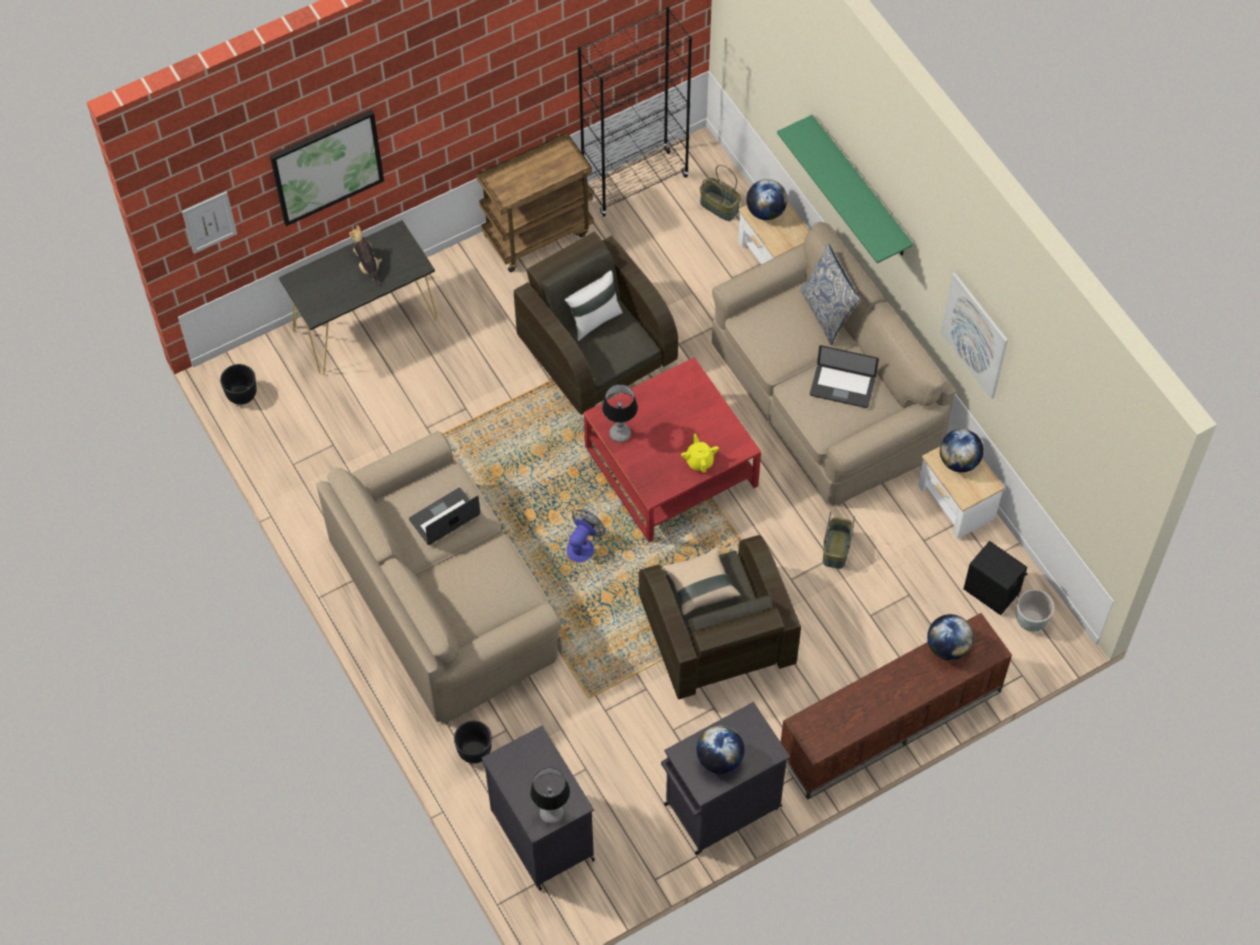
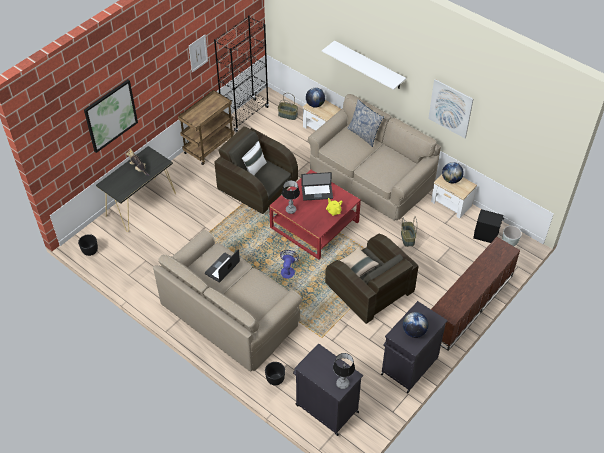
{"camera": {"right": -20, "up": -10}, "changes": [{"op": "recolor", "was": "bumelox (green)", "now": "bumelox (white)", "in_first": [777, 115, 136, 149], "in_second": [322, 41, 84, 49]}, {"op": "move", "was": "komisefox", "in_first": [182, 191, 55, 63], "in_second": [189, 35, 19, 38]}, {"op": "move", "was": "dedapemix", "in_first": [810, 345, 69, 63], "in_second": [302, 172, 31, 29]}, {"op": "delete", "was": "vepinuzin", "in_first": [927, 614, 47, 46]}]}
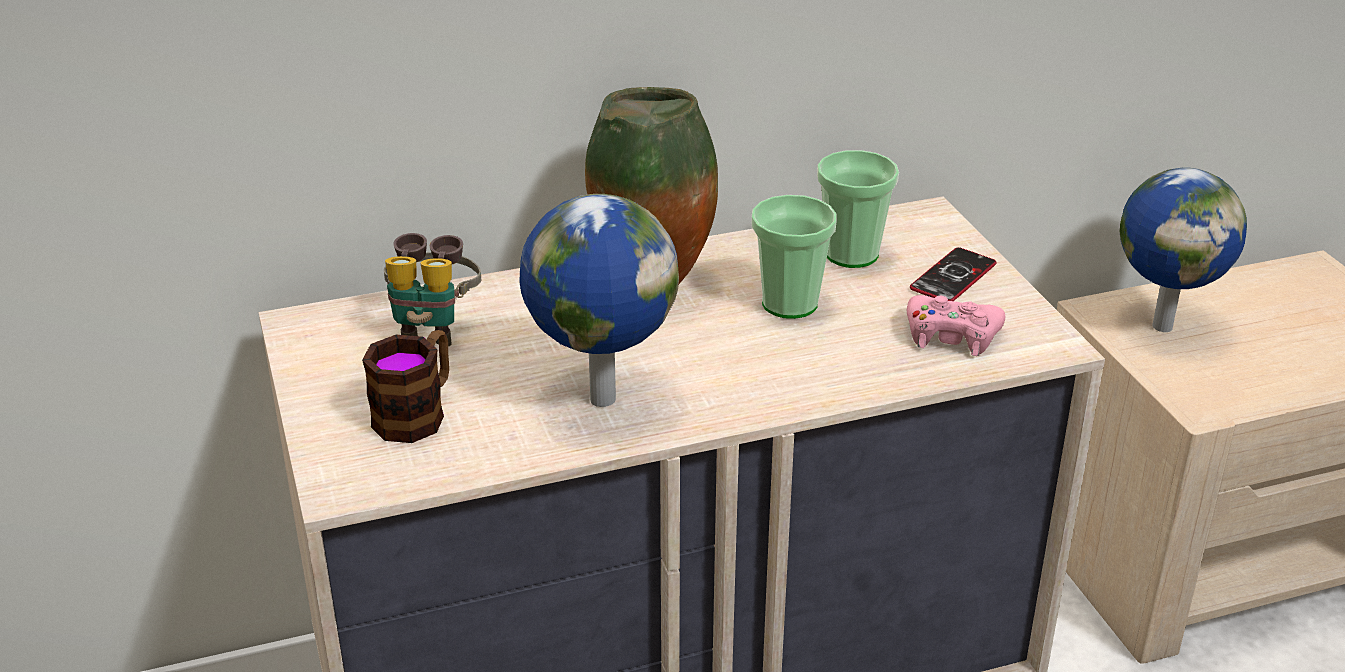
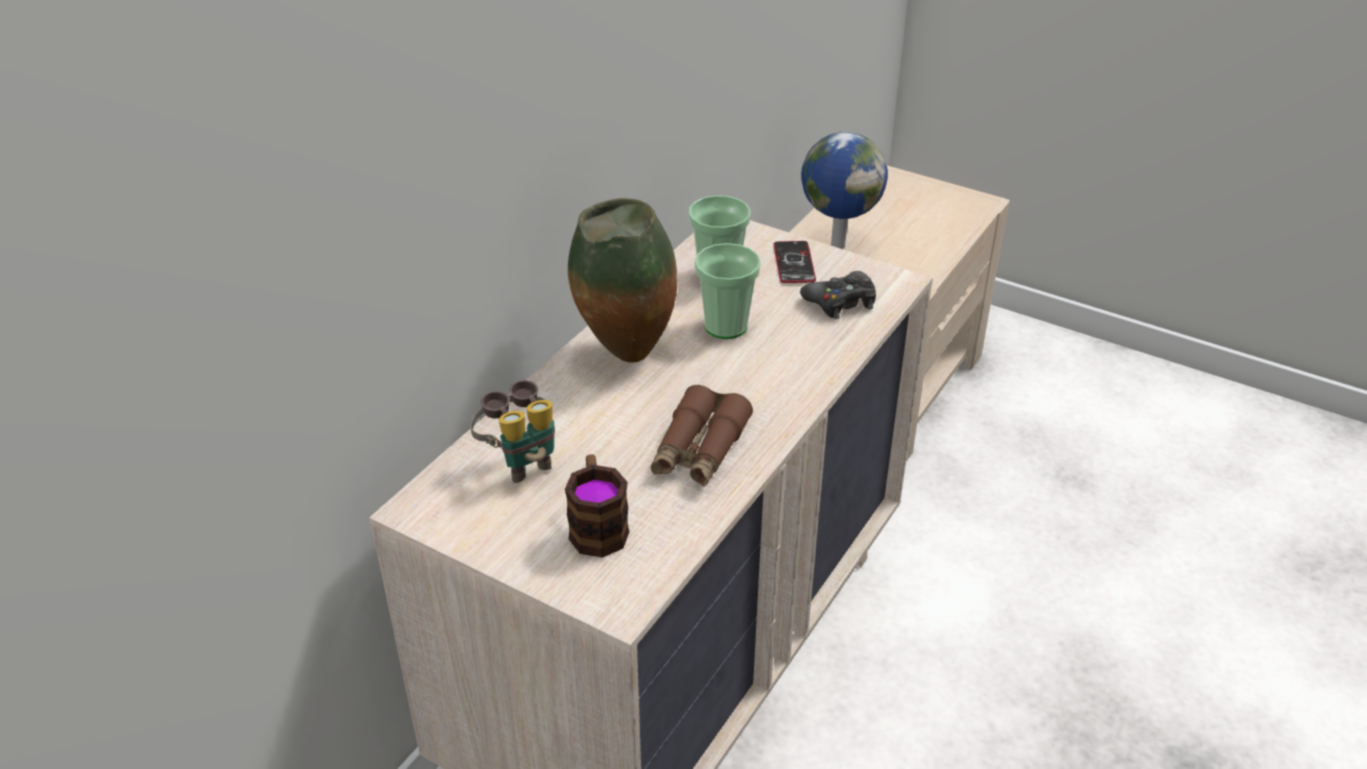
{"camera": {"right": -40, "up": 5}, "changes": [{"op": "replace", "was": "vepinuzin", "now": "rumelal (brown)", "in_first": [519, 194, 160, 213], "in_second": [651, 385, 102, 102]}, {"op": "recolor", "was": "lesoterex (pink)", "now": "lesoterex (black)", "in_first": [907, 295, 98, 61], "in_second": [800, 271, 76, 48]}]}
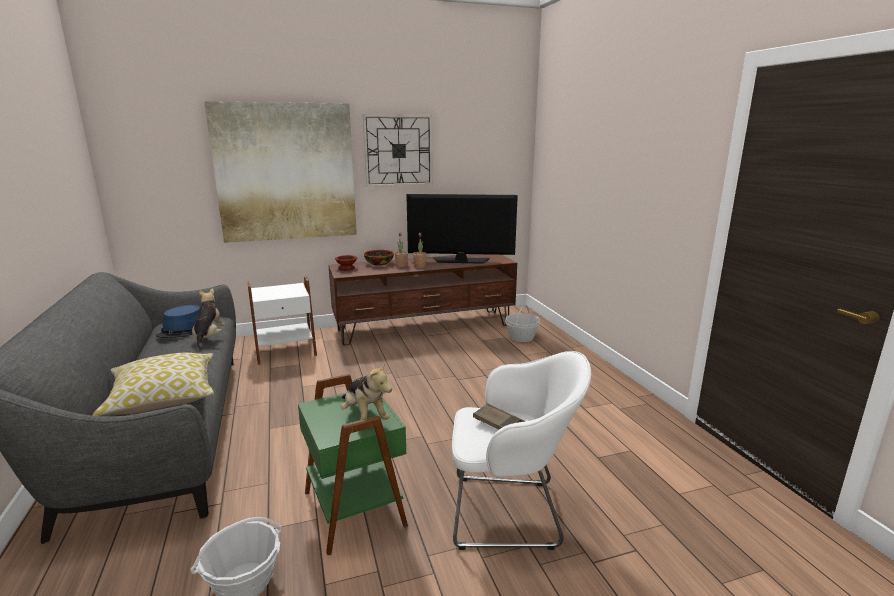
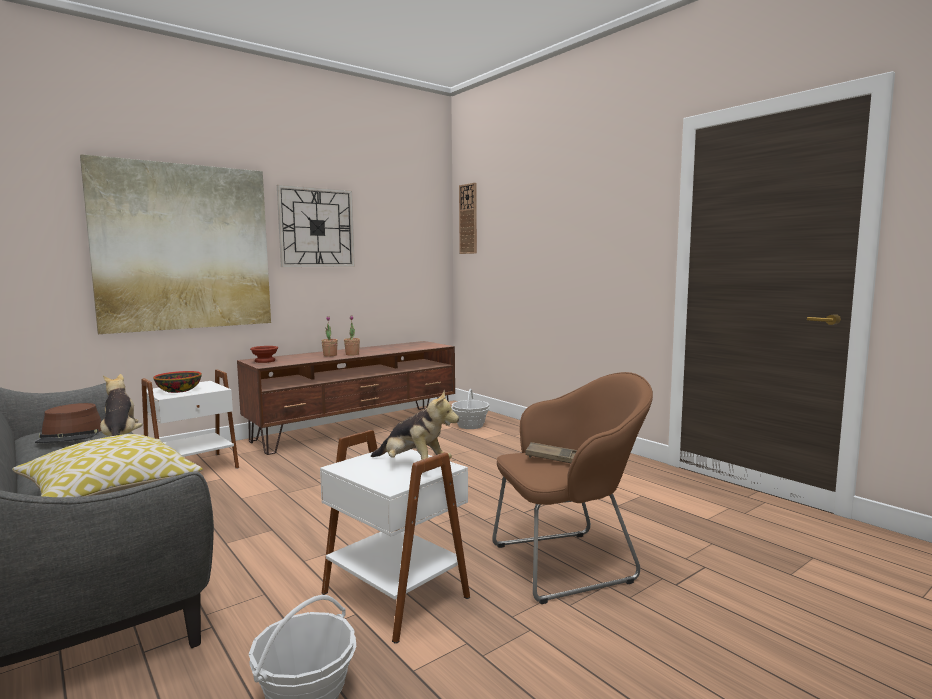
{"camera": {"right": -20, "up": -10}, "changes": [{"op": "delete", "was": "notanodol", "in_first": [406, 194, 112, 70]}, {"op": "move", "was": "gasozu", "in_first": [364, 250, 30, 16], "in_second": [153, 371, 49, 22]}, {"op": "recolor", "was": "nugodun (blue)", "now": "nugodun (brown)", "in_first": [156, 305, 44, 33], "in_second": [35, 403, 66, 40]}, {"op": "recolor", "was": "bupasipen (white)", "now": "bupasipen (brown)", "in_first": [452, 351, 139, 199], "in_second": [492, 372, 161, 232]}, {"op": "recolor", "was": "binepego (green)", "now": "binepego (white)", "in_first": [298, 374, 110, 181], "in_second": [320, 430, 150, 214]}, {"op": "insert", "now": "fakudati", "in_second": [459, 183, 18, 71]}]}
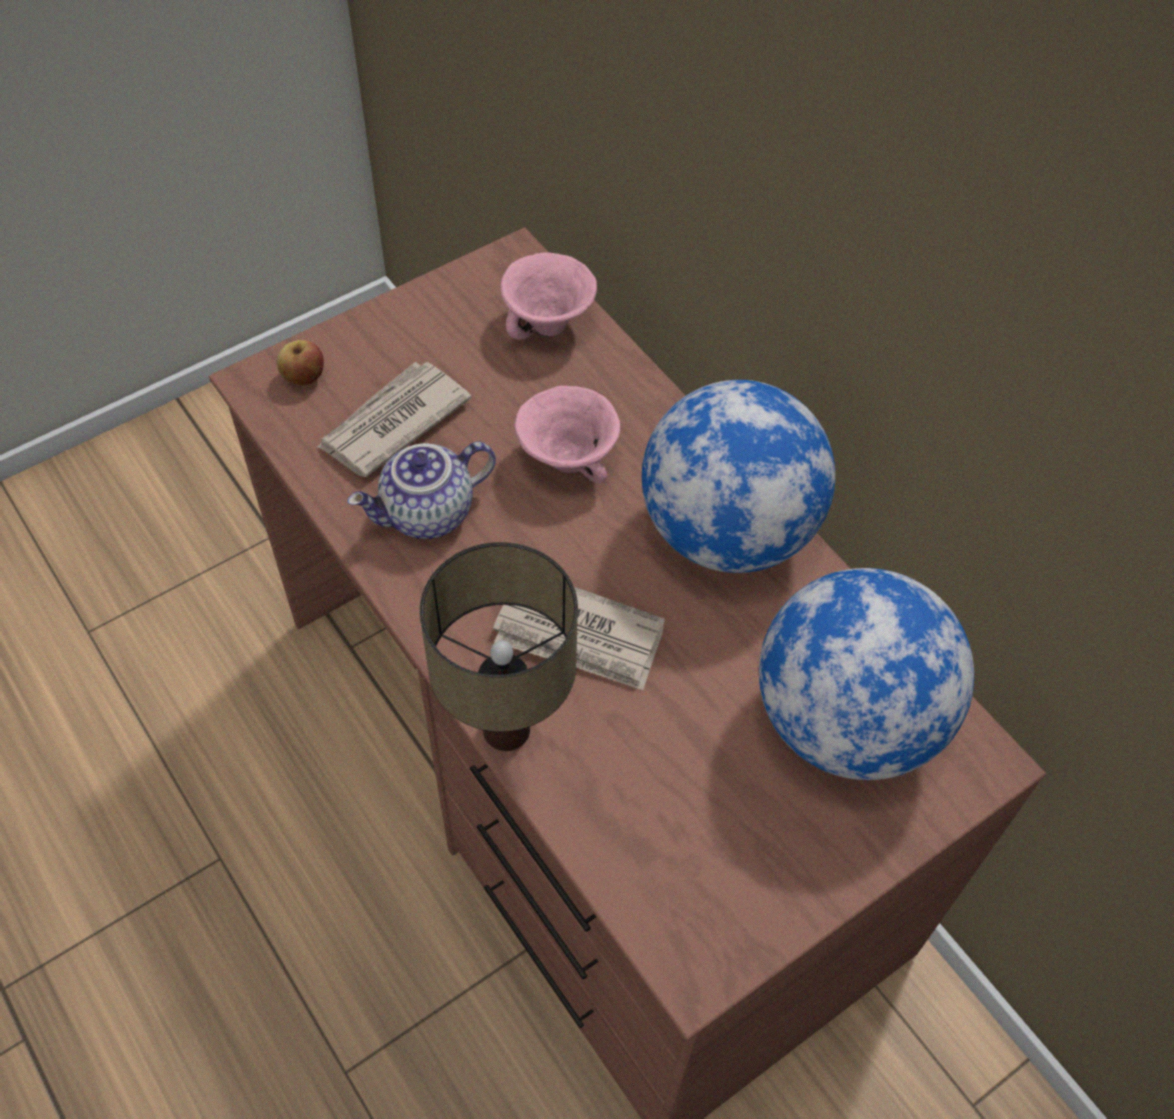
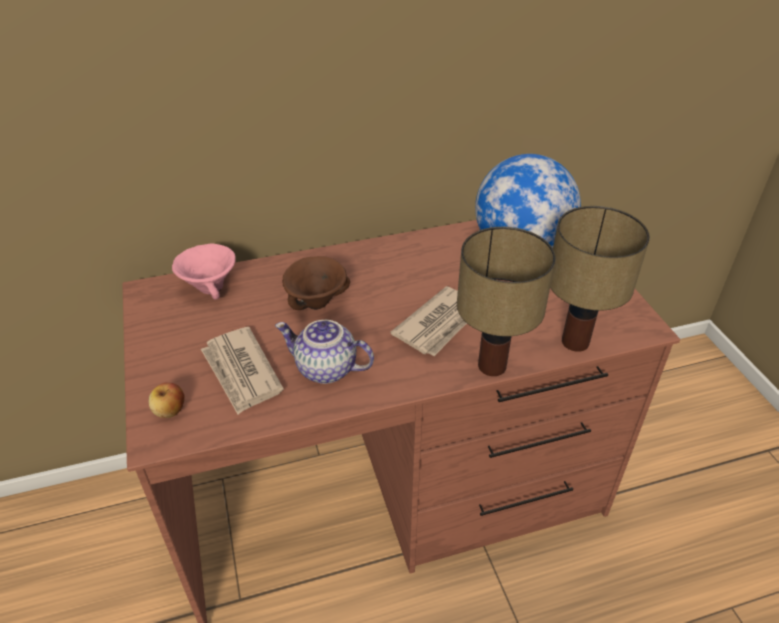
{"camera": {"right": -70, "up": -15}, "changes": [{"op": "delete", "was": "vepinuzin", "in_first": [642, 380, 193, 193]}, {"op": "recolor", "was": "gasozu (pink)", "now": "gasozu (brown)", "in_first": [514, 386, 106, 98], "in_second": [283, 256, 67, 54]}, {"op": "rotate", "was": "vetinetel", "in_first": [347, 442, 149, 97], "in_second": [275, 320, 99, 64], "clockwise": 120}, {"op": "insert", "now": "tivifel", "in_second": [550, 206, 100, 146]}]}
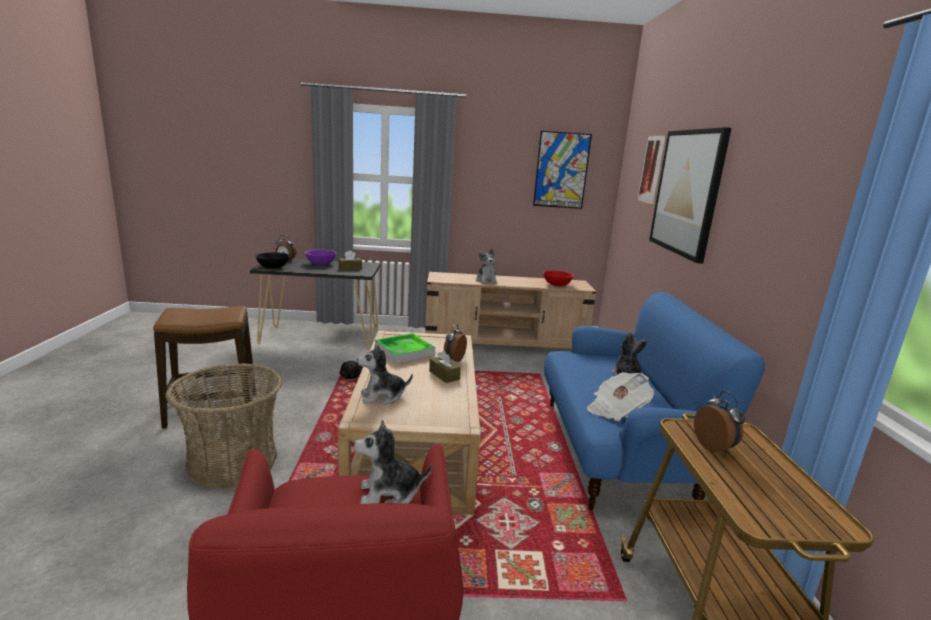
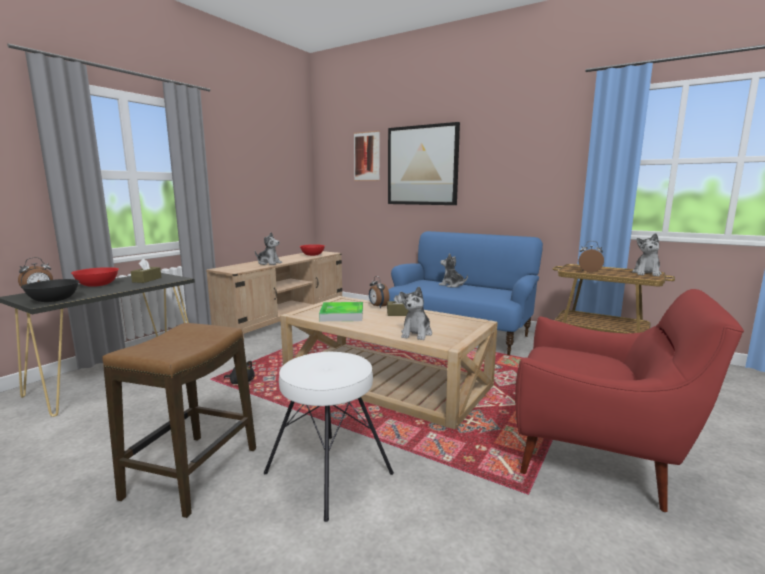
{"camera": {"right": -55, "up": -5}, "changes": [{"op": "delete", "was": "komisefox", "in_first": [533, 131, 59, 78]}, {"op": "recolor", "was": "gasozu (purple)", "now": "gasozu (red)", "in_first": [305, 250, 32, 15], "in_second": [71, 267, 48, 20]}, {"op": "replace", "was": "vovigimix", "now": "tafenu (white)", "in_first": [165, 363, 117, 125], "in_second": [264, 352, 130, 170]}, {"op": "delete", "was": "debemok", "in_first": [587, 372, 67, 49]}, {"op": "move", "was": "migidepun", "in_first": [354, 420, 78, 84], "in_second": [632, 233, 30, 44]}]}
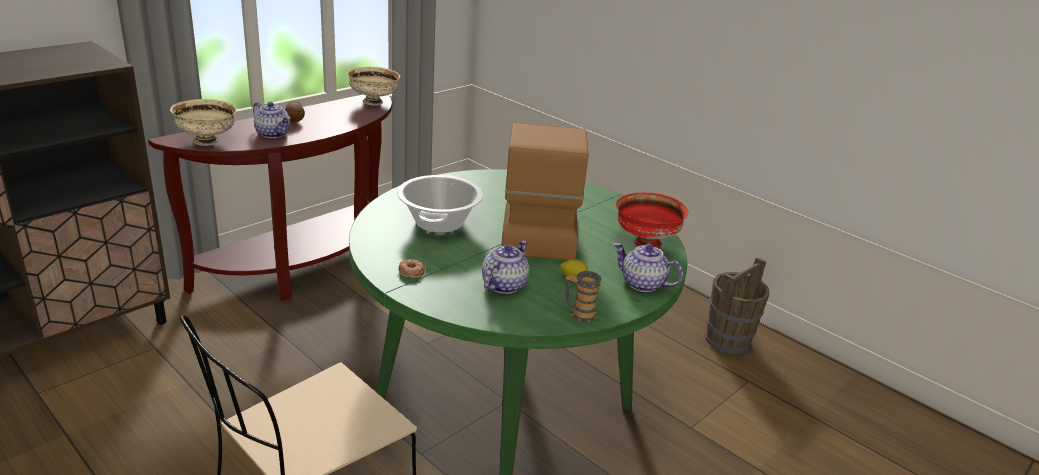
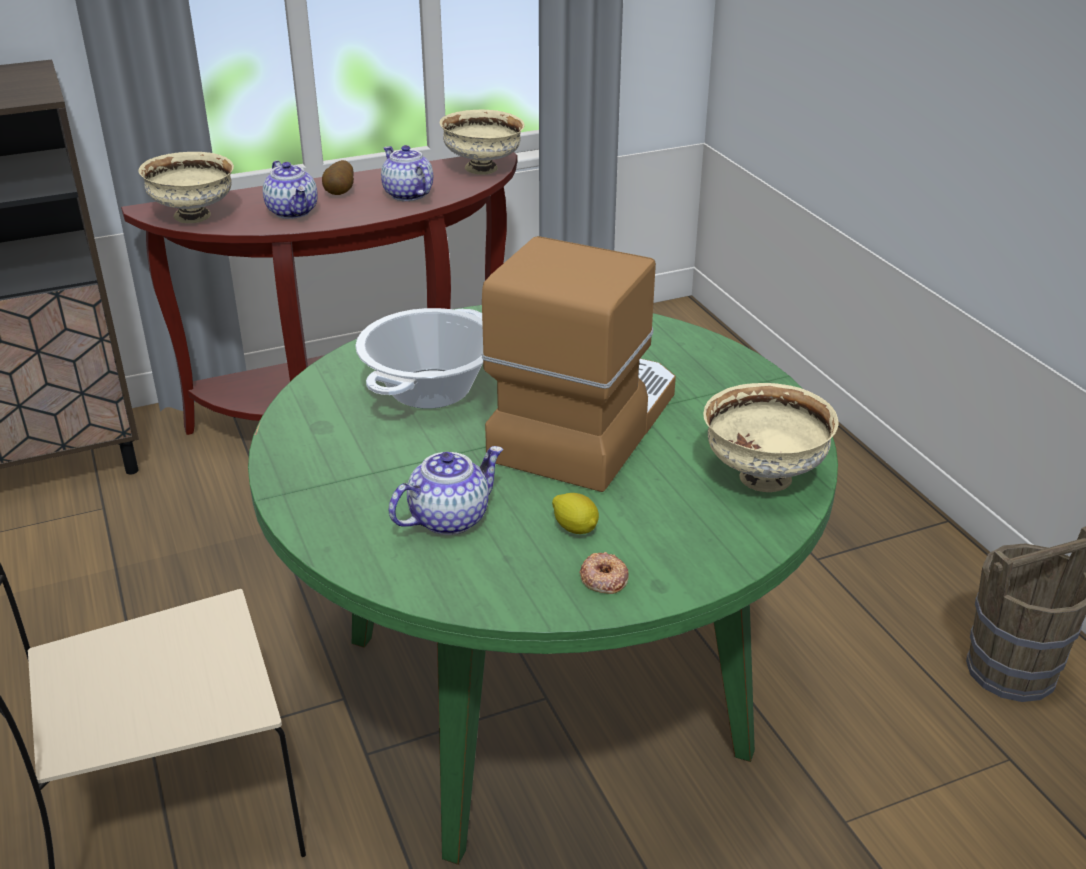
{"camera": {"right": 25, "up": 5}, "changes": [{"op": "recolor", "was": "gasozu (red)", "now": "gasozu (beige)", "in_first": [616, 193, 72, 55], "in_second": [703, 383, 136, 109]}, {"op": "move", "was": "vetinetel", "in_first": [614, 243, 69, 49], "in_second": [381, 145, 52, 56]}, {"op": "move", "was": "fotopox", "in_first": [398, 258, 27, 20], "in_second": [579, 552, 50, 42]}, {"op": "delete", "was": "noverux", "in_first": [565, 271, 37, 51]}]}
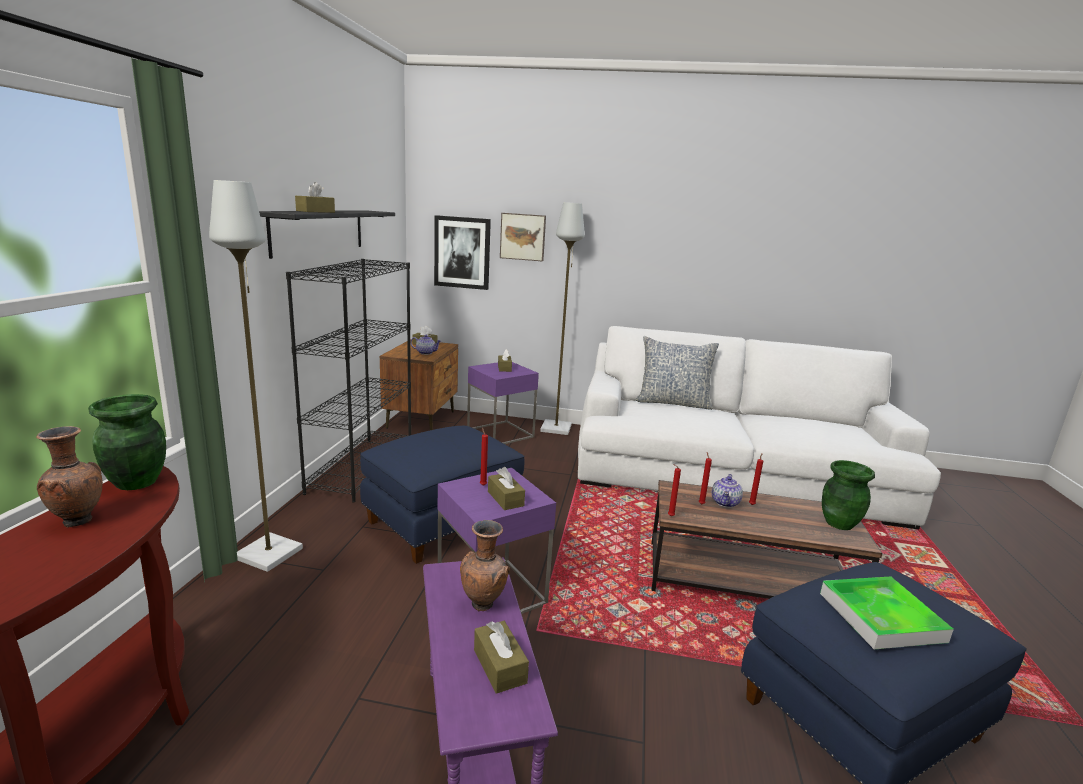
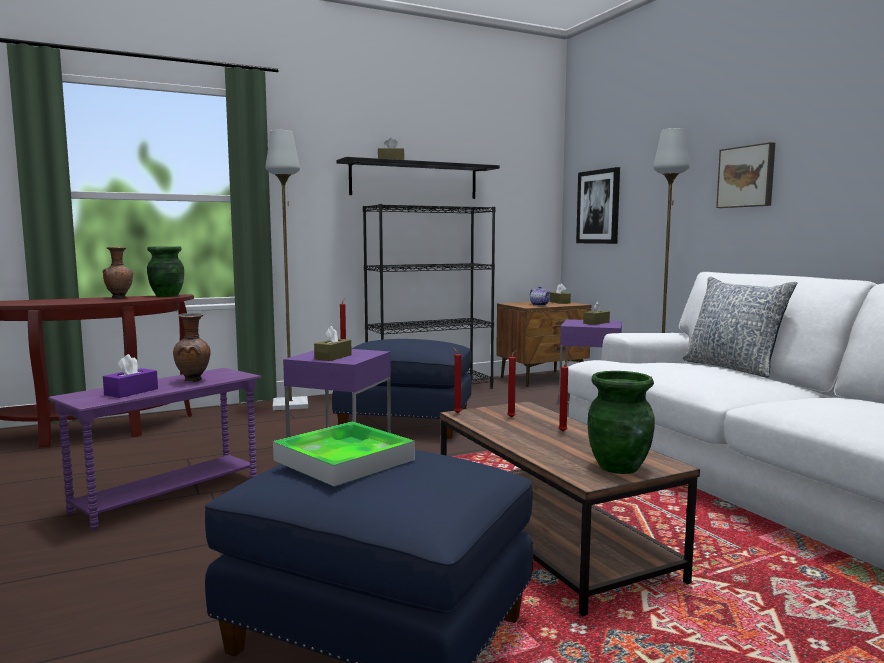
{"camera": {"right": 55, "up": -10}, "changes": [{"op": "move", "was": "komisefox", "in_first": [500, 213, 46, 48], "in_second": [716, 142, 59, 66]}, {"op": "delete", "was": "vetinetel", "in_first": [712, 474, 31, 34]}, {"op": "recolor", "was": "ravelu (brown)", "now": "ravelu (purple)", "in_first": [474, 621, 55, 73], "in_second": [103, 354, 55, 44]}]}
